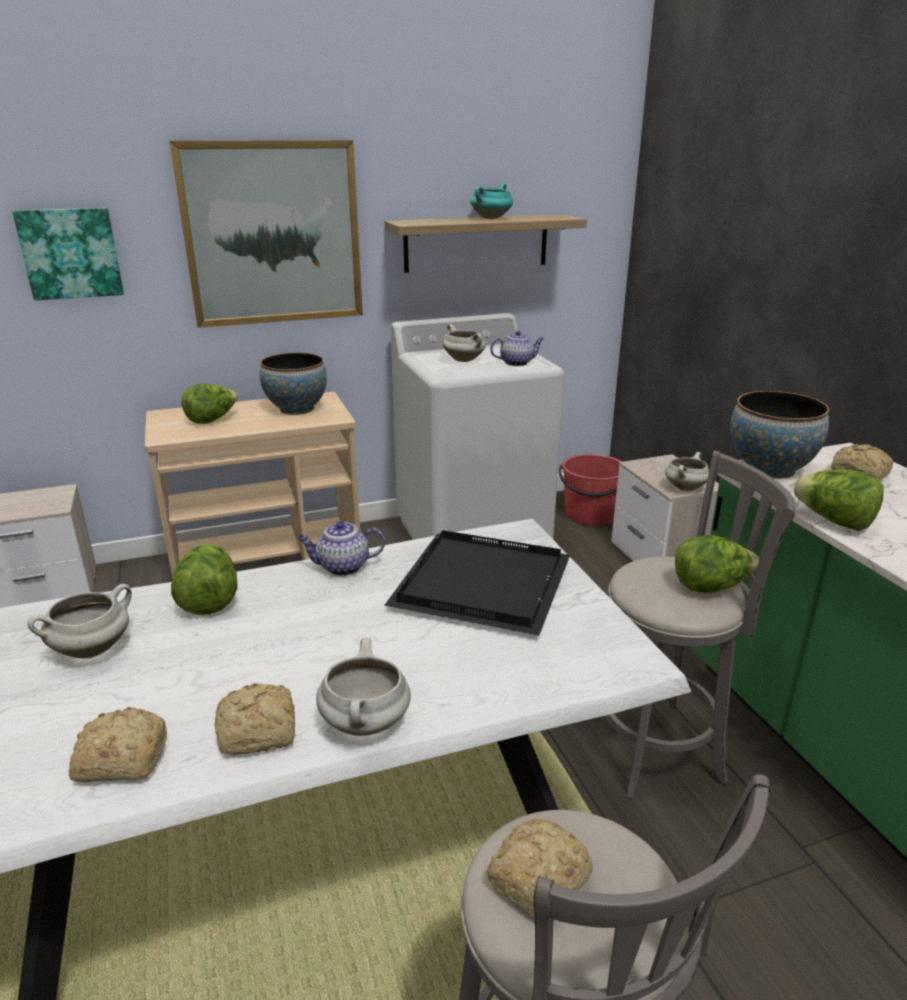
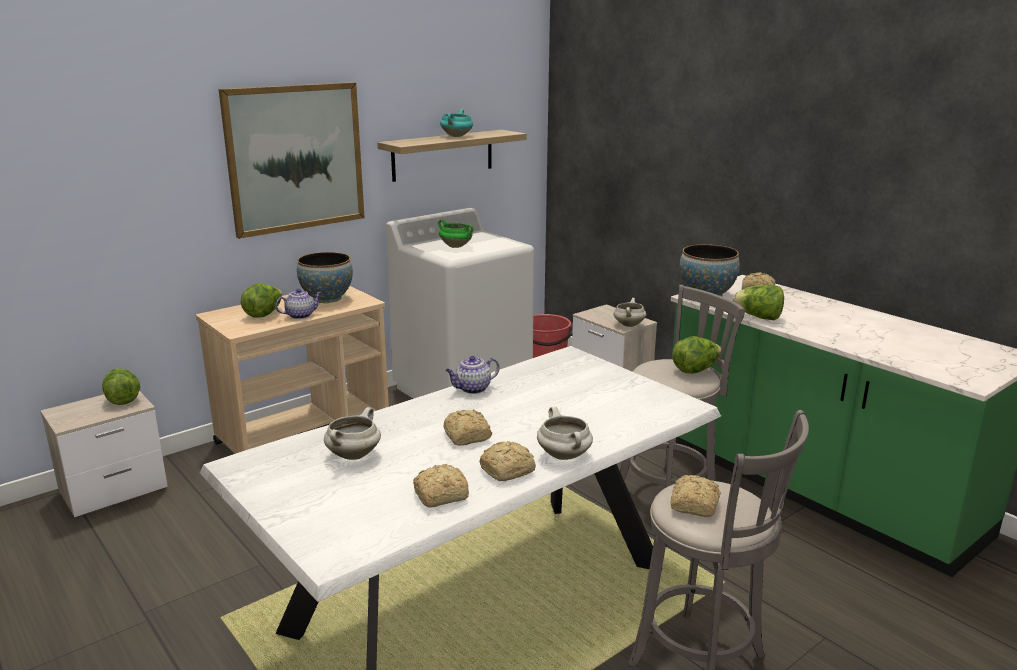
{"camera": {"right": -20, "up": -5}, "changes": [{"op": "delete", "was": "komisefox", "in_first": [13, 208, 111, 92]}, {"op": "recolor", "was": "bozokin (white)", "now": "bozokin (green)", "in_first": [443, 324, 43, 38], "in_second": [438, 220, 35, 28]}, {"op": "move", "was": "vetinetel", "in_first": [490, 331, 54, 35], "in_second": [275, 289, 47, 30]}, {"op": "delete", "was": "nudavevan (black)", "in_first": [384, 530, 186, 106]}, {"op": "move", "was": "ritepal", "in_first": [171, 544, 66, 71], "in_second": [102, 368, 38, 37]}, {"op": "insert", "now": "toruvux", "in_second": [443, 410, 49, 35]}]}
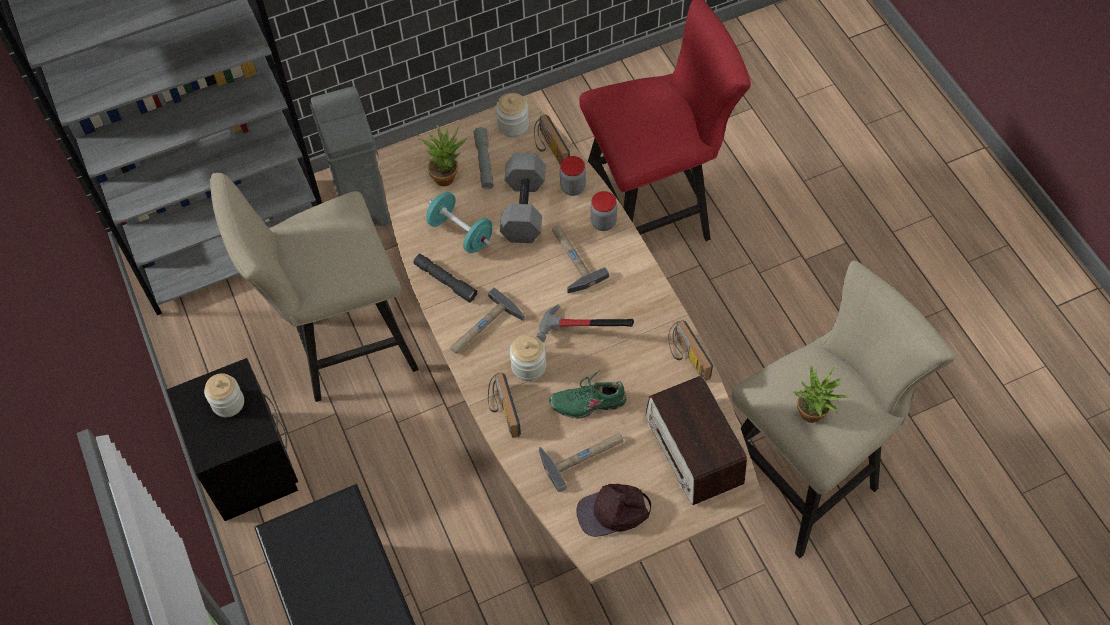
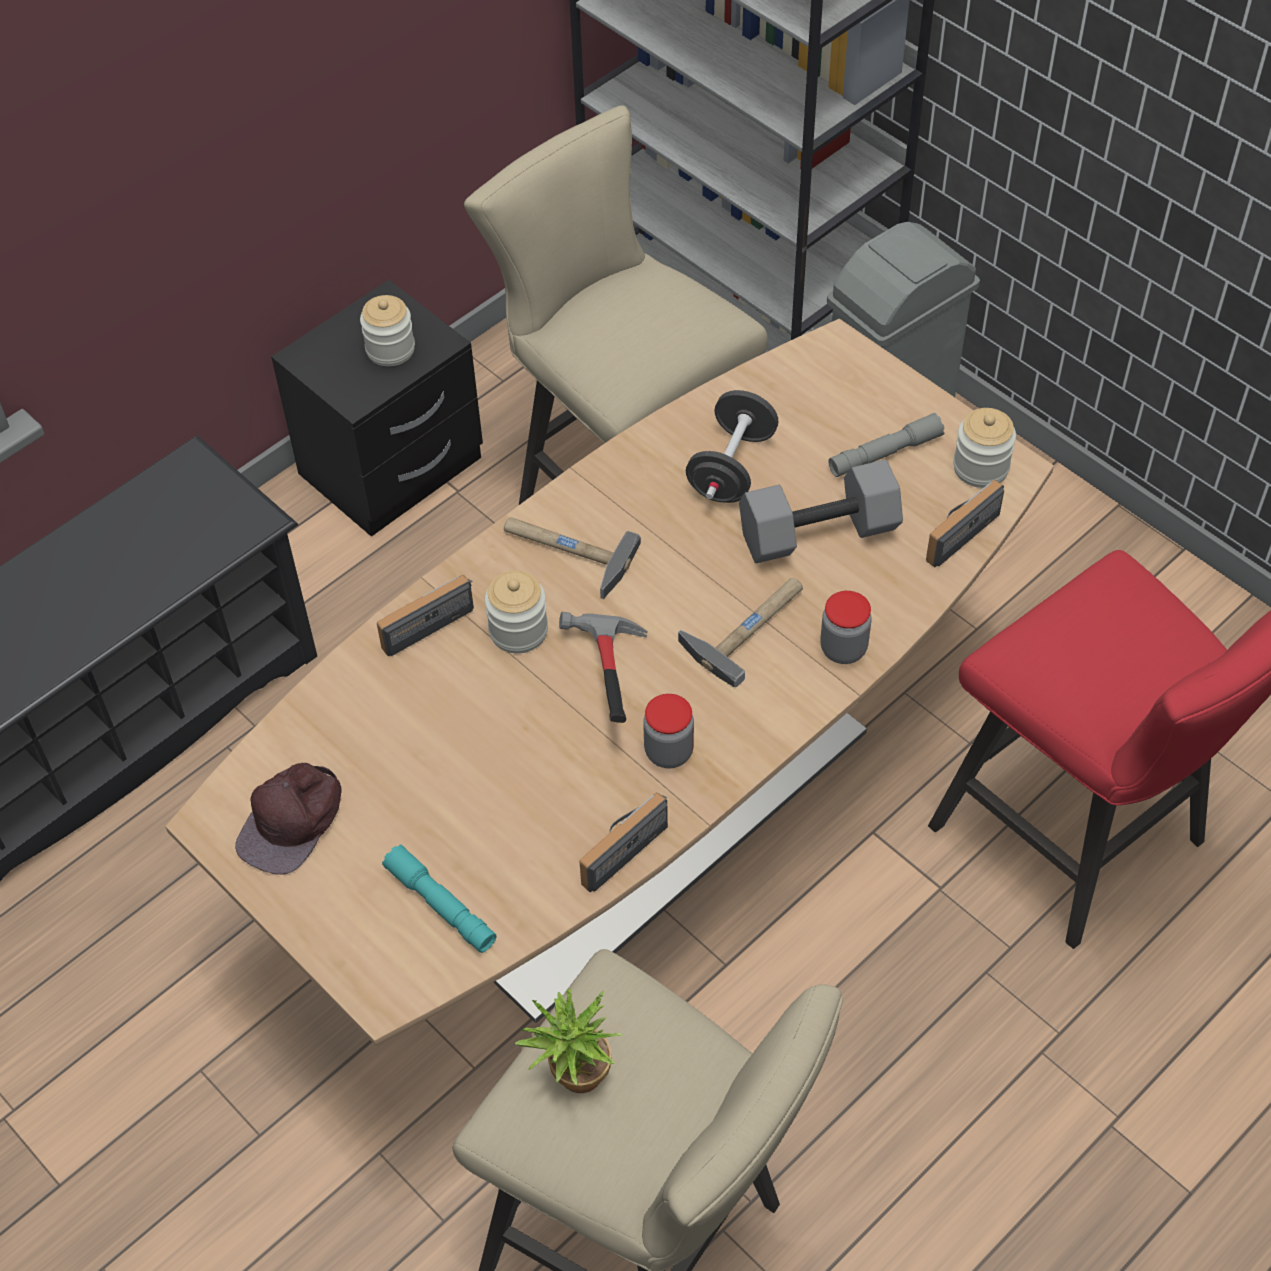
{"camera": {"right": 70, "up": -5}, "changes": [{"op": "delete", "was": "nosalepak", "in_first": [417, 125, 50, 61]}, {"op": "move", "was": "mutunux", "in_first": [560, 156, 26, 40], "in_second": [643, 694, 51, 74]}, {"op": "recolor", "was": "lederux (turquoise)", "now": "lederux (black)", "in_first": [426, 192, 66, 61], "in_second": [686, 390, 92, 113]}, {"op": "delete", "was": "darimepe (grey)", "in_first": [414, 254, 63, 49]}, {"op": "delete", "was": "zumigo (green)", "in_first": [549, 370, 78, 48]}, {"op": "replace", "was": "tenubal", "now": "darimepe (turquoise)", "in_first": [646, 376, 101, 129], "in_second": [382, 845, 115, 108]}, {"op": "delete", "was": "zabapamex", "in_first": [539, 433, 85, 59]}, {"op": "rotate", "was": "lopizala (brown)", "in_first": [576, 484, 75, 53], "in_second": [235, 763, 107, 112], "clockwise": -120}]}
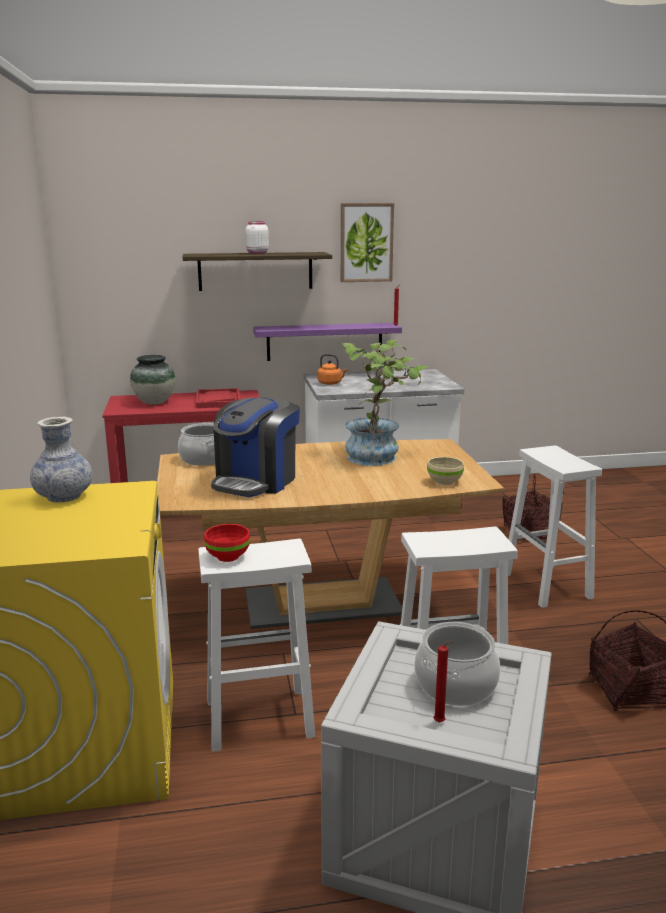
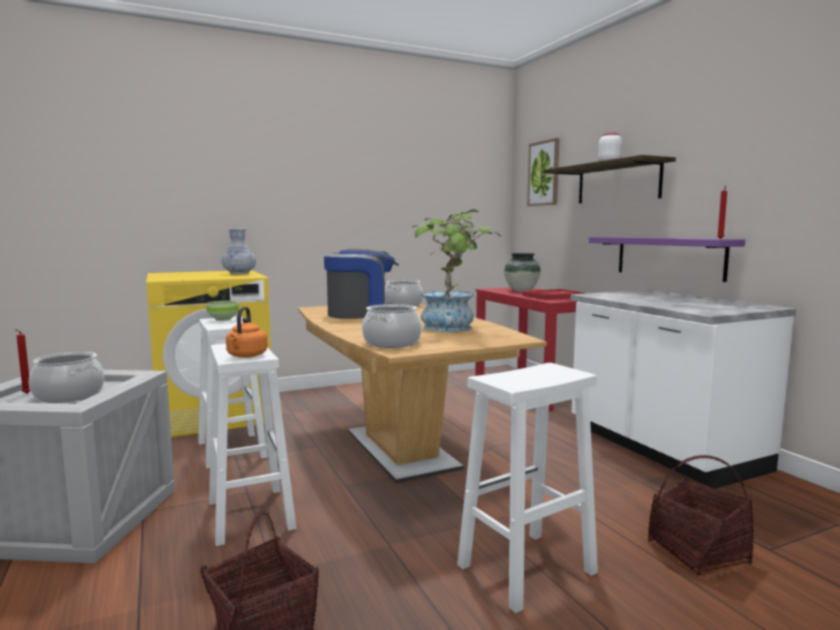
{"camera": {"right": 75, "up": -10}, "changes": [{"op": "move", "was": "komisefox", "in_first": [341, 203, 53, 79], "in_second": [527, 138, 32, 68]}, {"op": "move", "was": "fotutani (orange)", "in_first": [317, 354, 30, 31], "in_second": [226, 307, 42, 51]}, {"op": "rotate", "was": "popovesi", "in_first": [211, 398, 89, 99], "in_second": [324, 249, 75, 70], "clockwise": 150}, {"op": "replace", "was": "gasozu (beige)", "now": "bozokin", "in_first": [427, 457, 37, 28], "in_second": [362, 304, 60, 44]}, {"op": "recolor", "was": "gasozu (red)", "now": "gasozu (green)", "in_first": [204, 524, 46, 38], "in_second": [206, 301, 33, 20]}]}
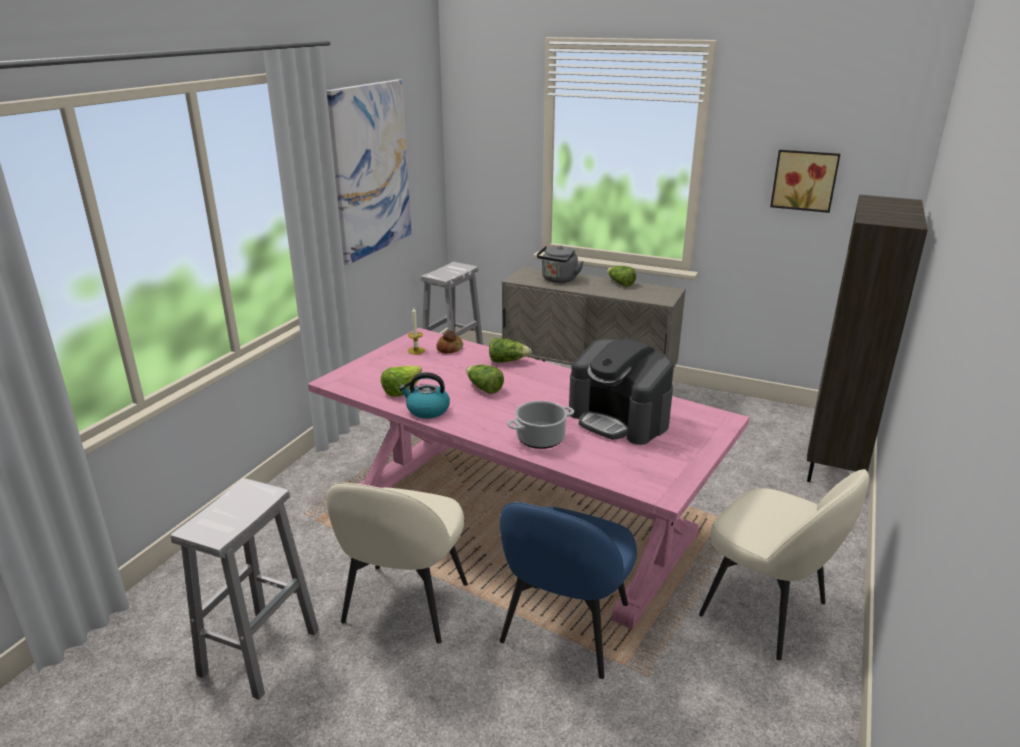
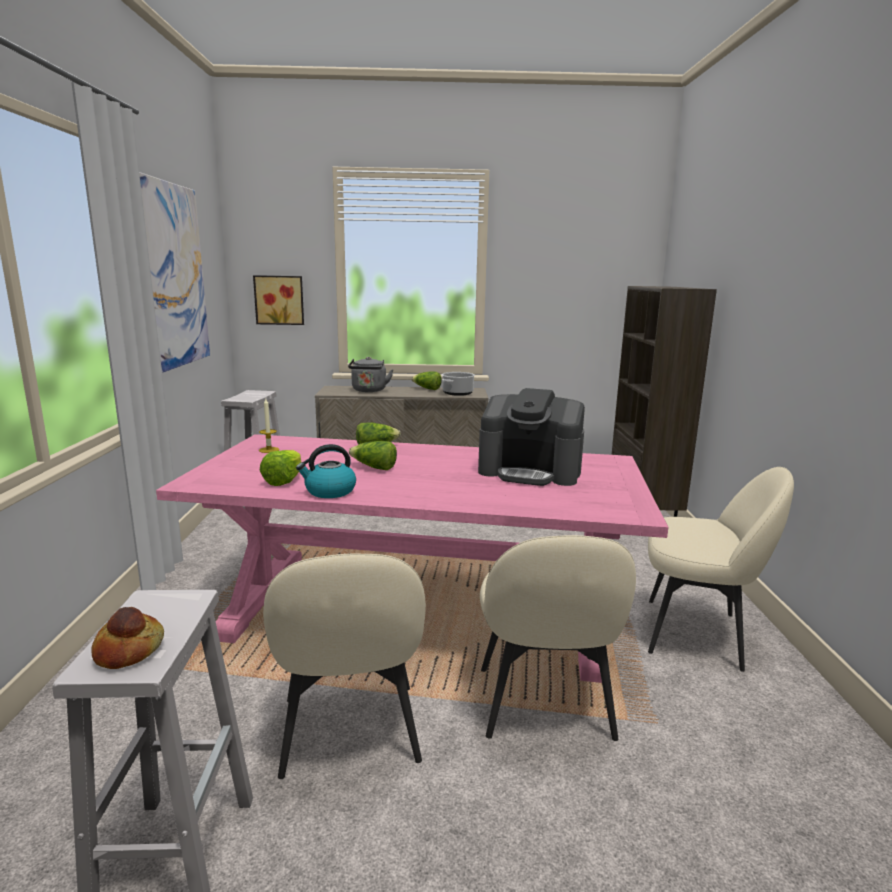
{"camera": {"right": -25, "up": -10}, "changes": [{"op": "move", "was": "komisefox", "in_first": [770, 150, 70, 63], "in_second": [253, 275, 51, 50]}, {"op": "move", "was": "toruvux", "in_first": [436, 330, 27, 24], "in_second": [92, 607, 72, 62]}, {"op": "move", "was": "bozokin", "in_first": [507, 401, 67, 48], "in_second": [442, 372, 33, 24]}, {"op": "recolor", "was": "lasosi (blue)", "now": "lasosi (beige)", "in_first": [500, 502, 137, 177], "in_second": [480, 535, 156, 206]}]}
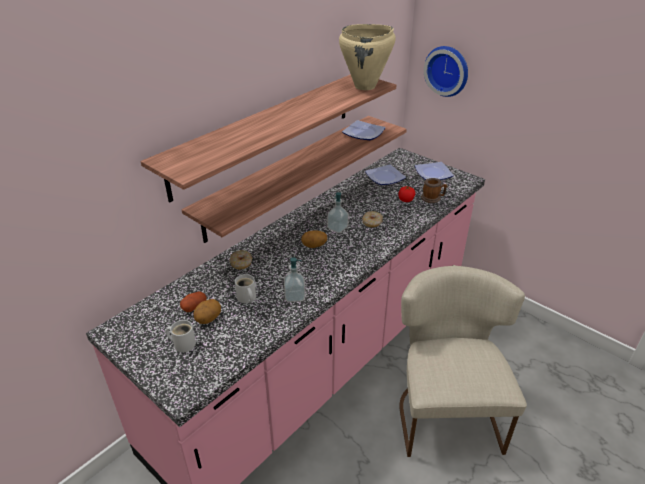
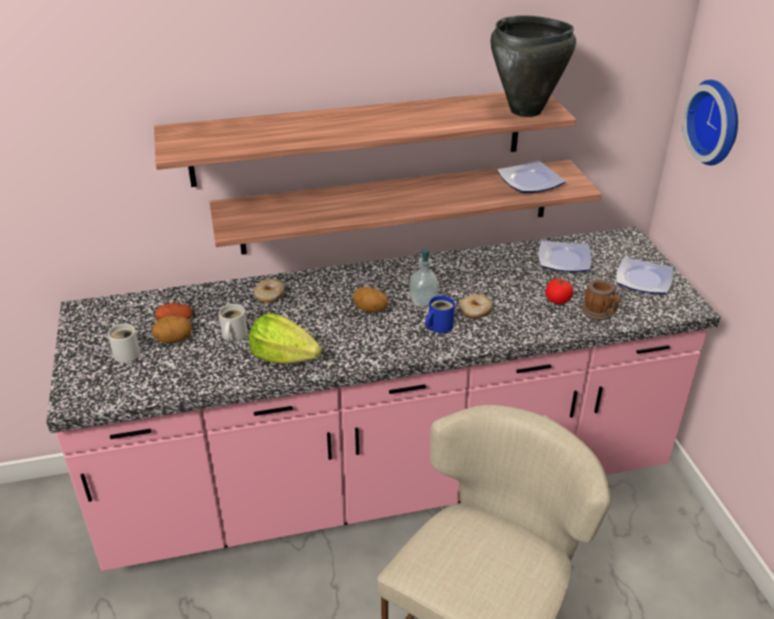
{"camera": {"right": 35, "up": 0}, "changes": [{"op": "recolor", "was": "bozokin (beige)", "now": "bozokin (black)", "in_first": [339, 24, 57, 66], "in_second": [490, 15, 86, 102]}, {"op": "replace", "was": "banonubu", "now": "ritepal", "in_first": [284, 257, 21, 45], "in_second": [249, 313, 73, 51]}, {"op": "insert", "now": "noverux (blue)", "in_second": [425, 296, 30, 37]}]}
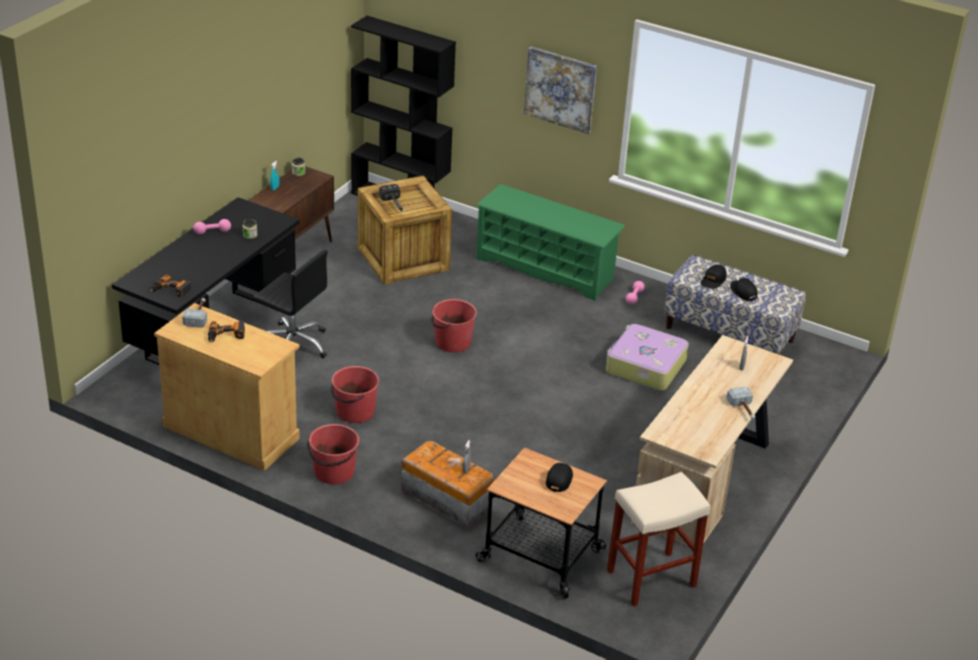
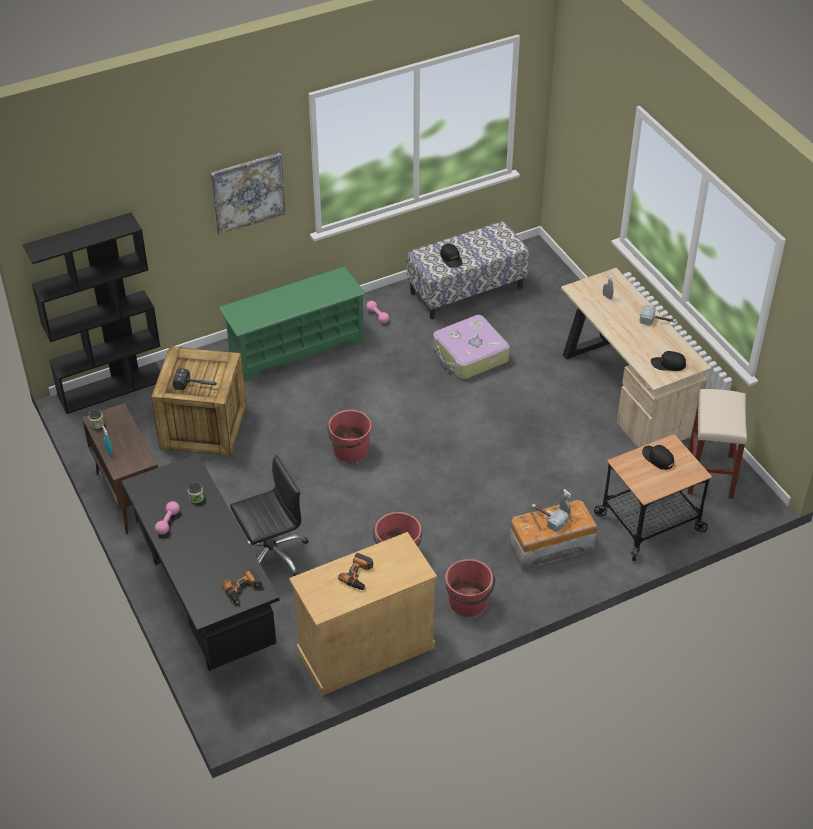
{"camera": {"right": -55, "up": 10}, "changes": [{"op": "move", "was": "lopizala (black)", "in_first": [730, 278, 27, 23], "in_second": [651, 351, 35, 20]}, {"op": "move", "was": "zabapamex", "in_first": [182, 298, 25, 30], "in_second": [532, 504, 37, 28]}]}
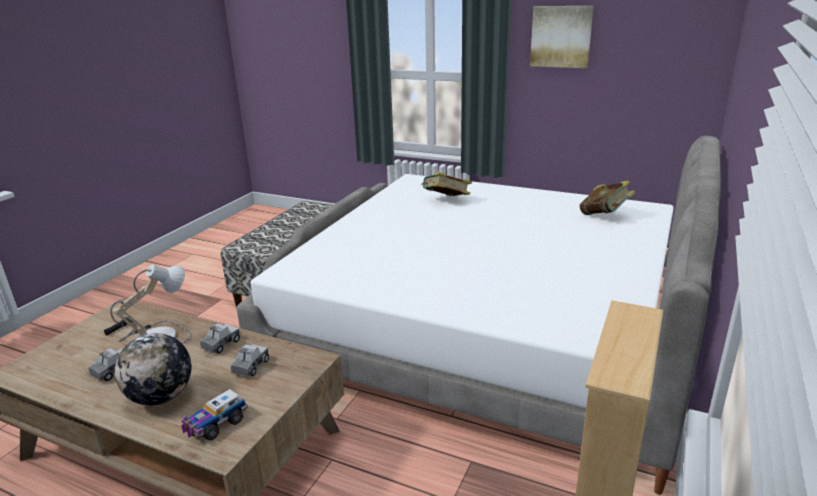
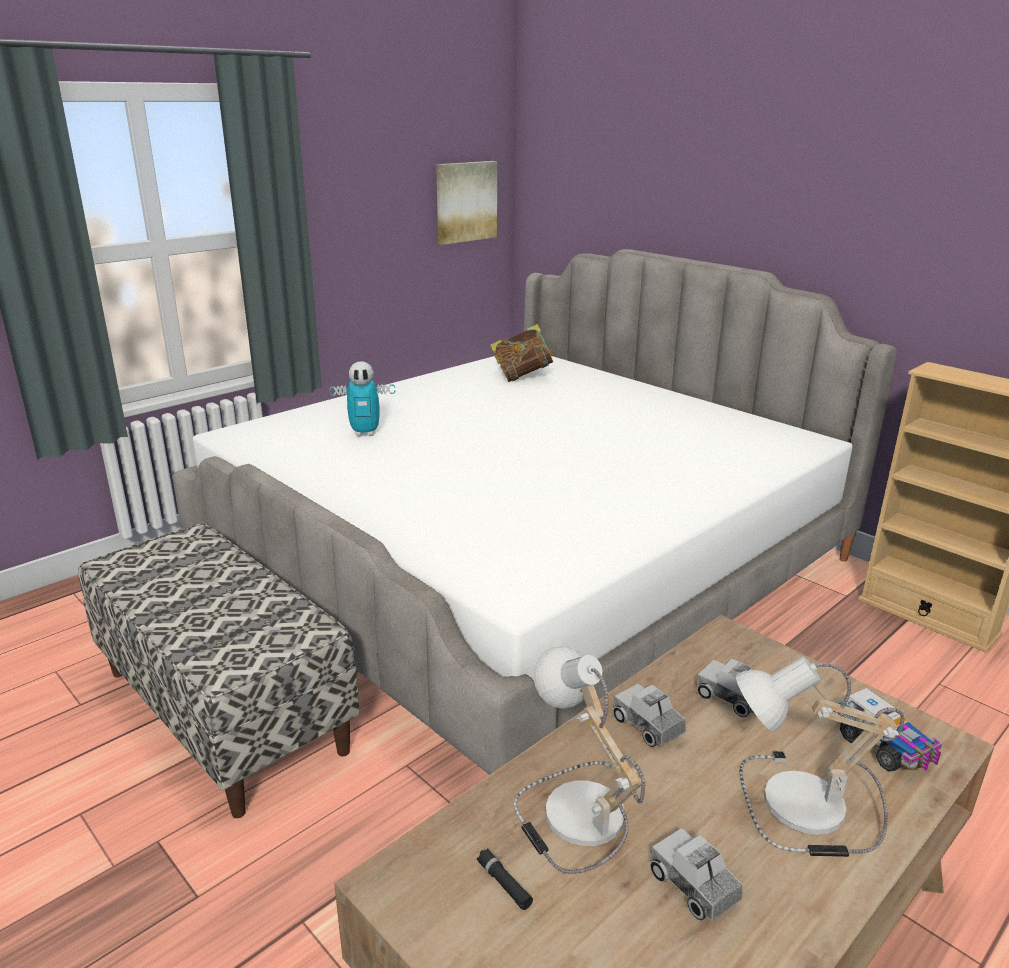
{"camera": {"right": -70, "up": 0}, "changes": [{"op": "move", "was": "komisefox", "in_first": [530, 6, 64, 62], "in_second": [436, 161, 61, 84]}, {"op": "replace", "was": "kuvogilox", "now": "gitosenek", "in_first": [421, 172, 51, 24], "in_second": [329, 361, 66, 75]}, {"op": "replace", "was": "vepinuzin", "now": "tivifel", "in_first": [115, 333, 76, 73], "in_second": [736, 656, 169, 201]}]}
